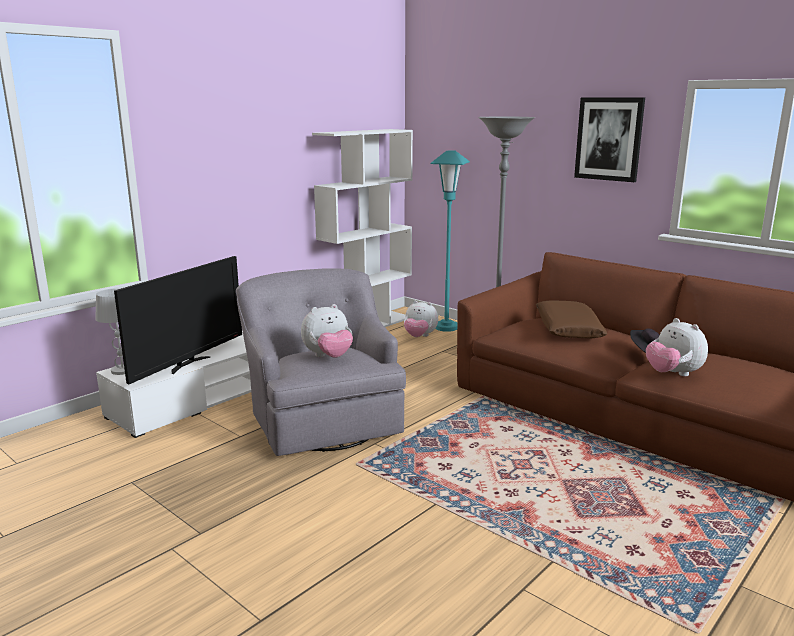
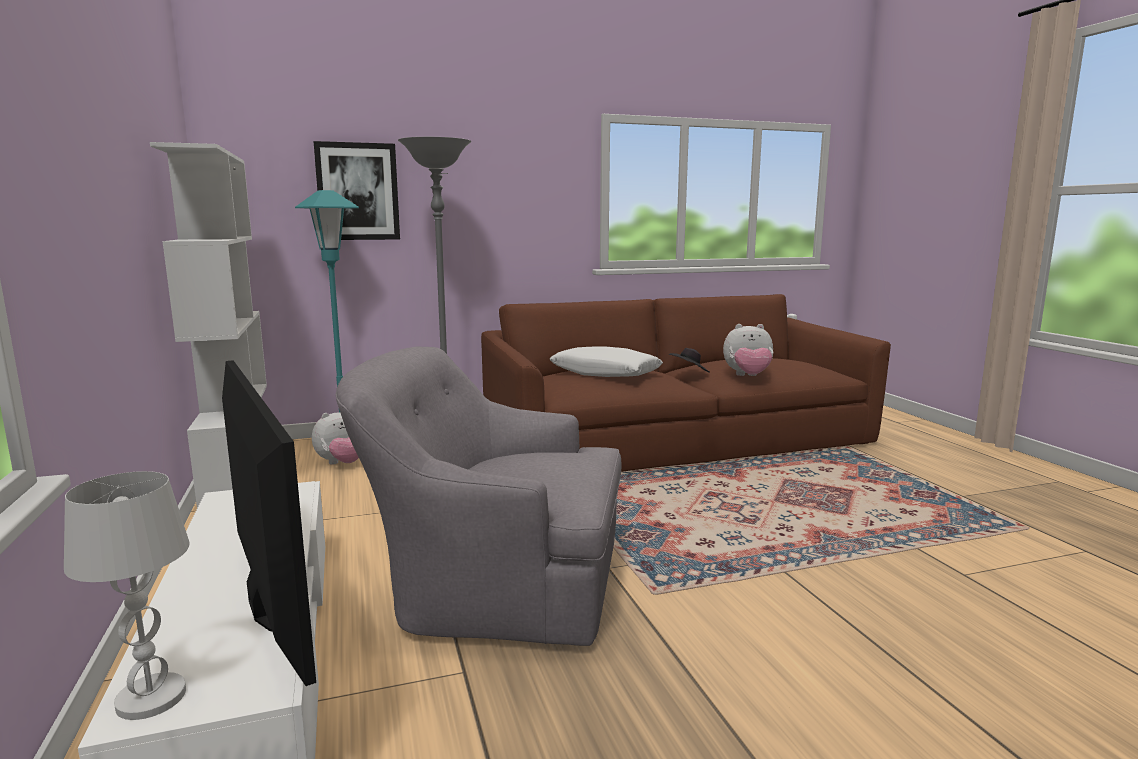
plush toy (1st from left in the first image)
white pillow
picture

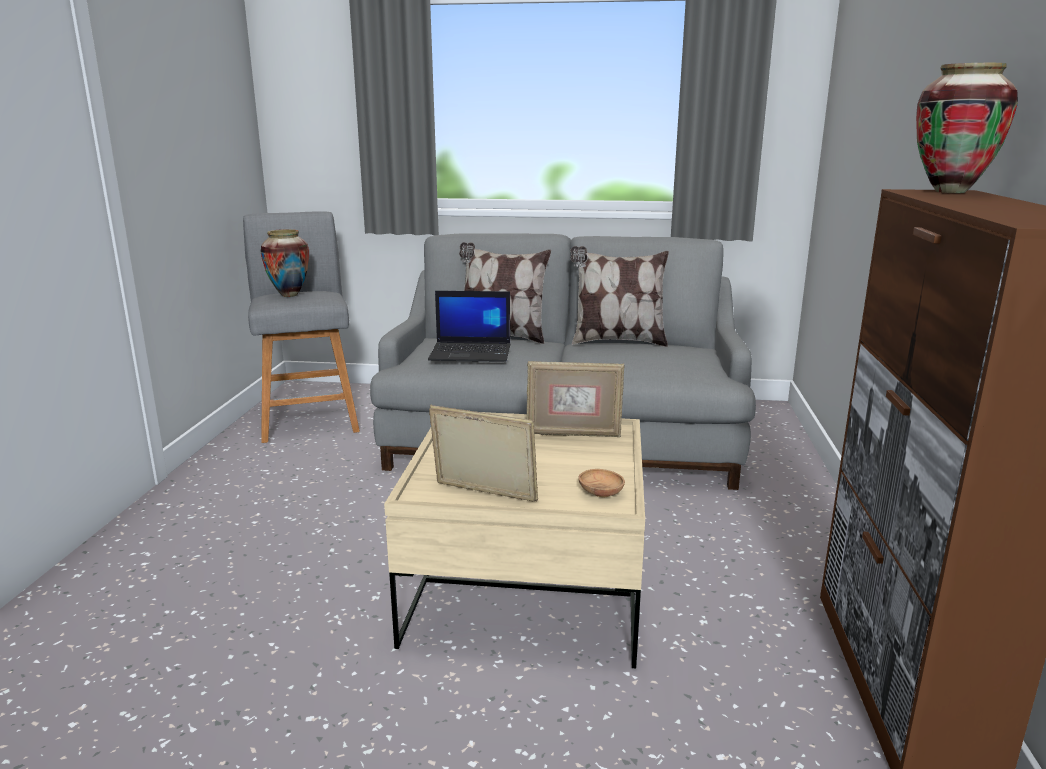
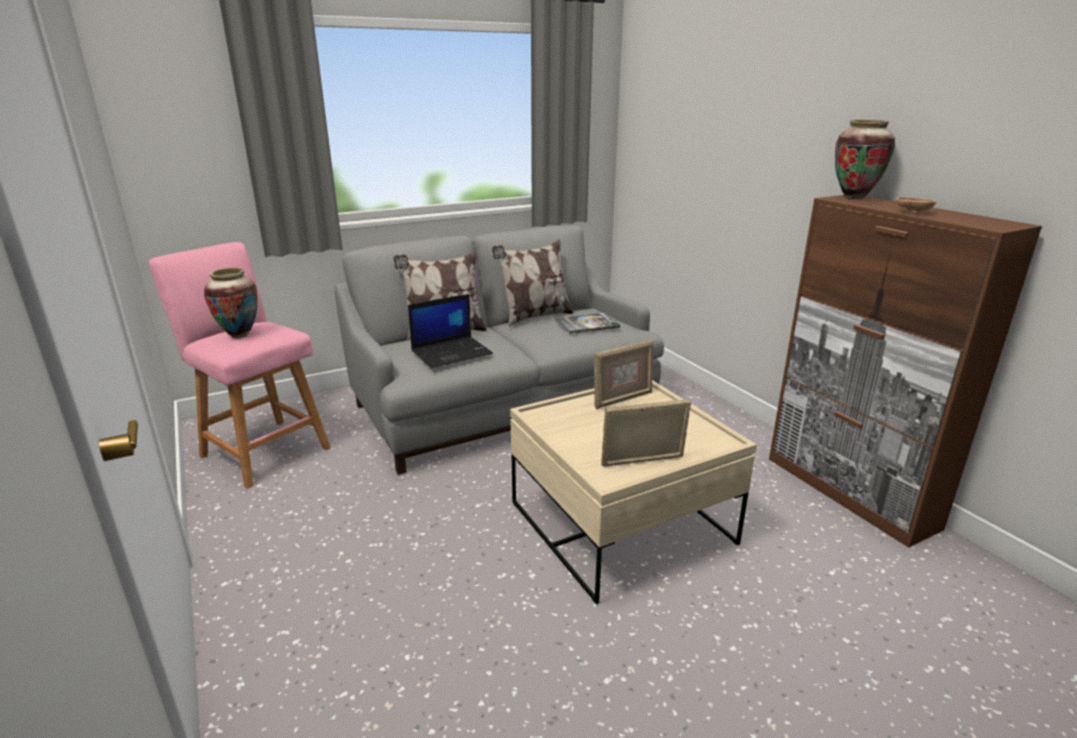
pink stool
brown bowl
book

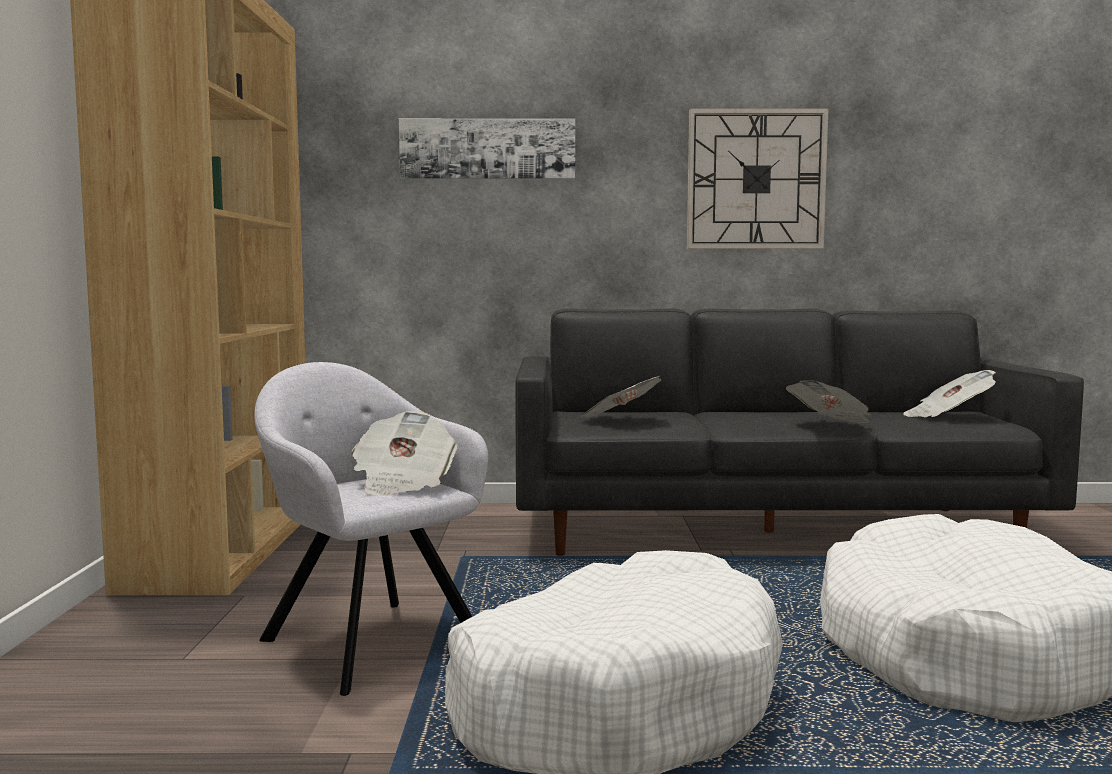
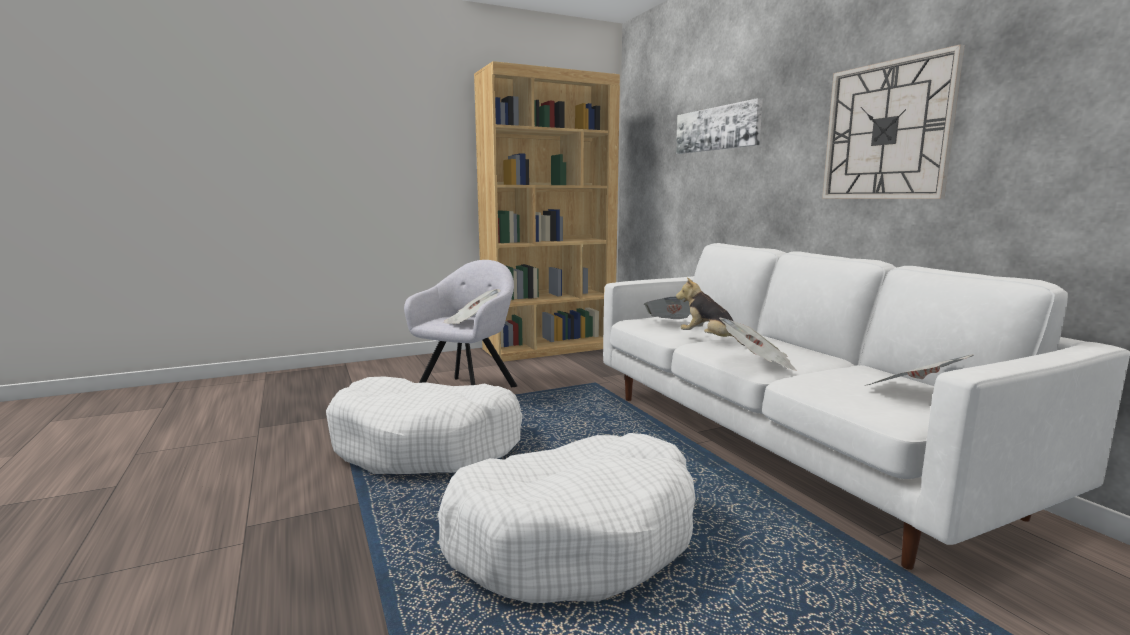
white sofa
plush toy

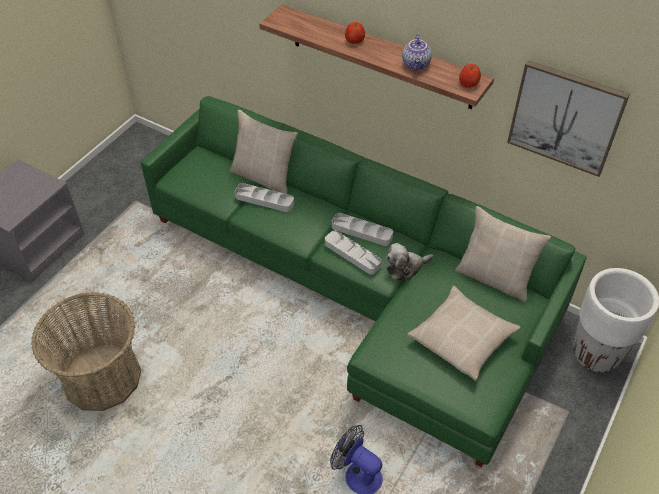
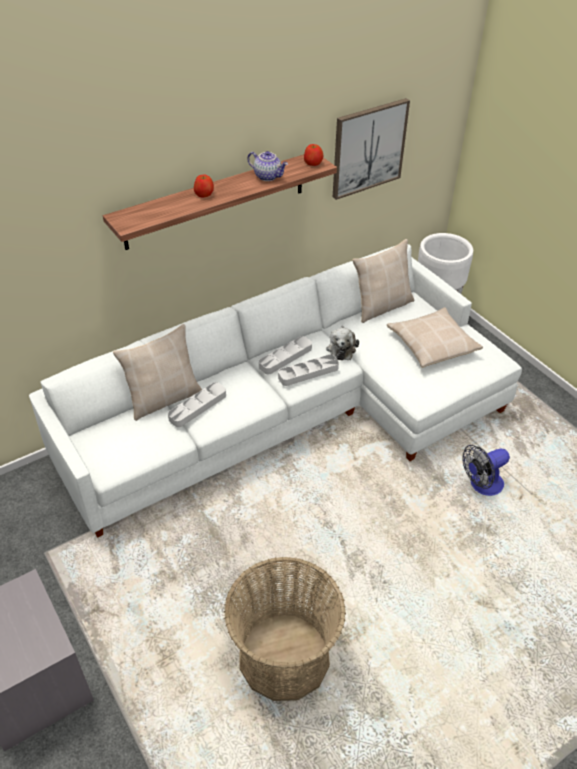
white sofa

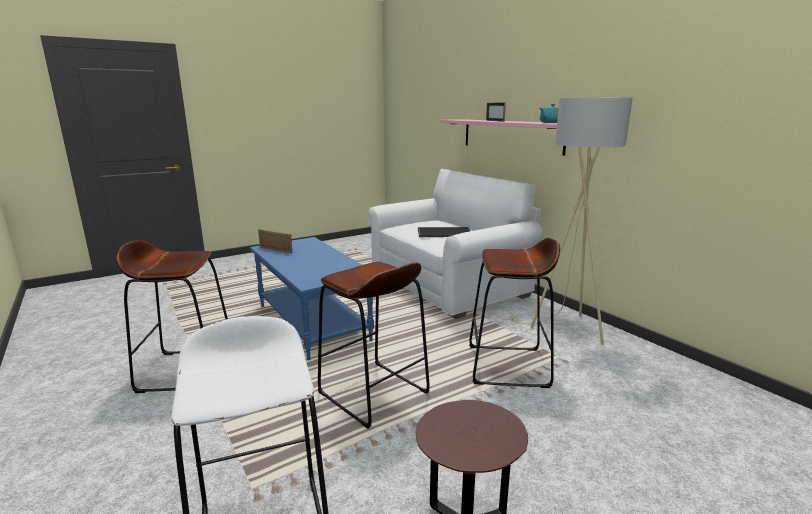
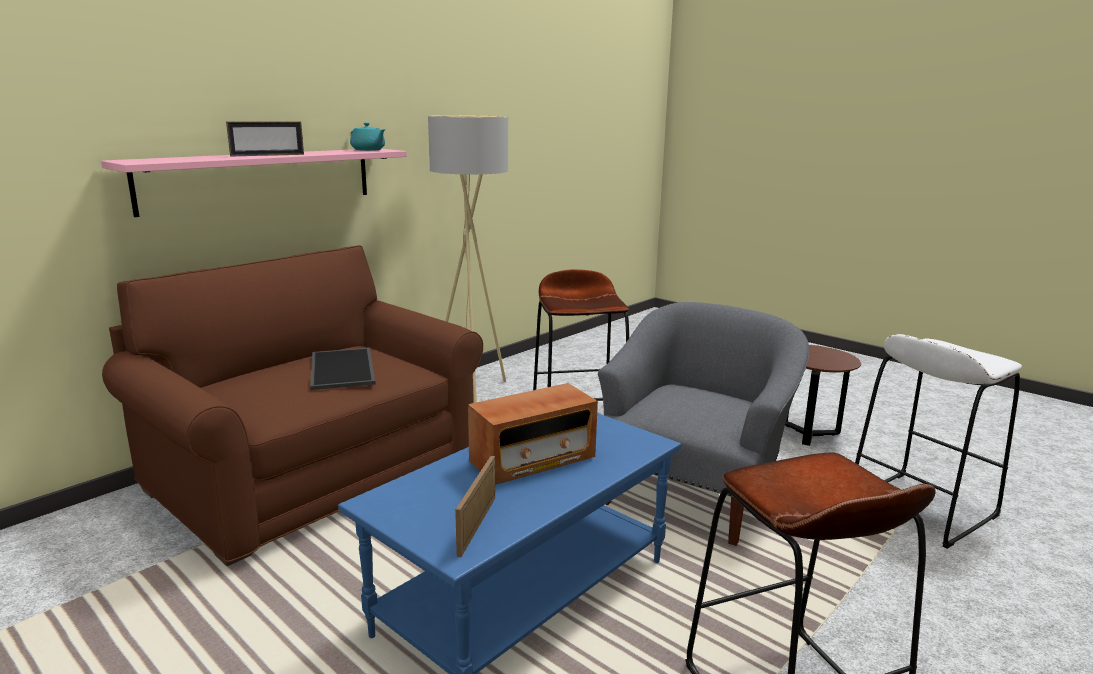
grey armchair
brown sofa
radio

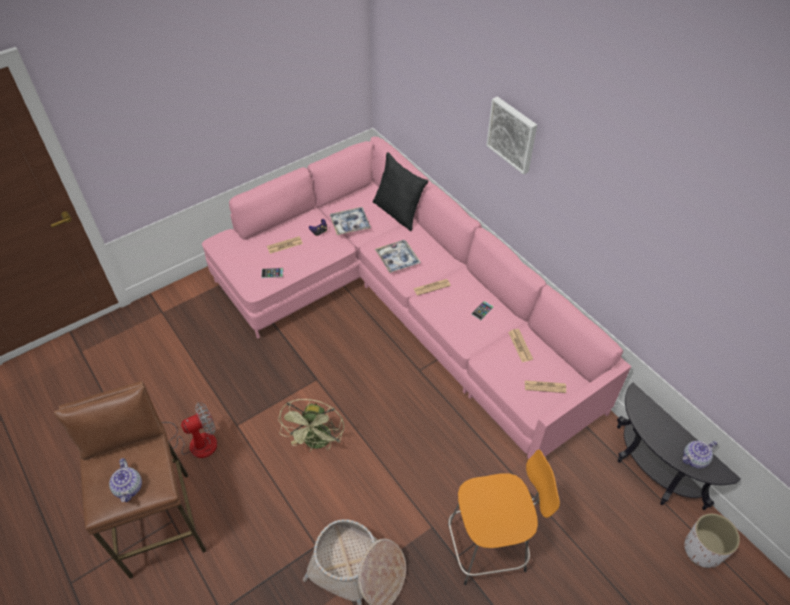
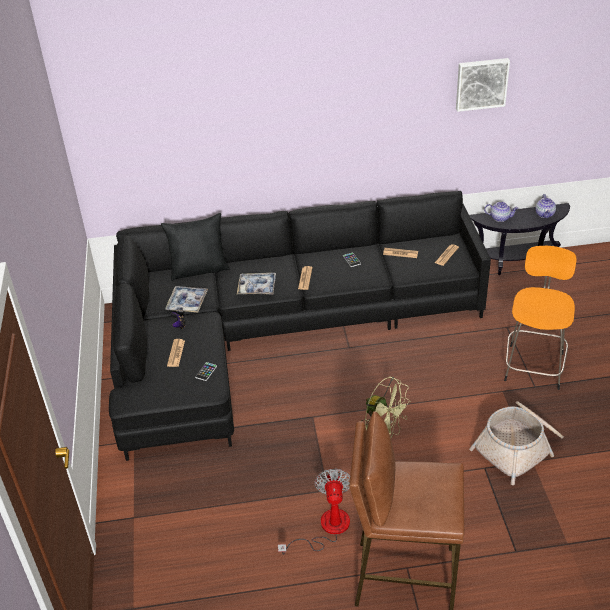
teapot (1st from left)
black sofa
picture
white planter

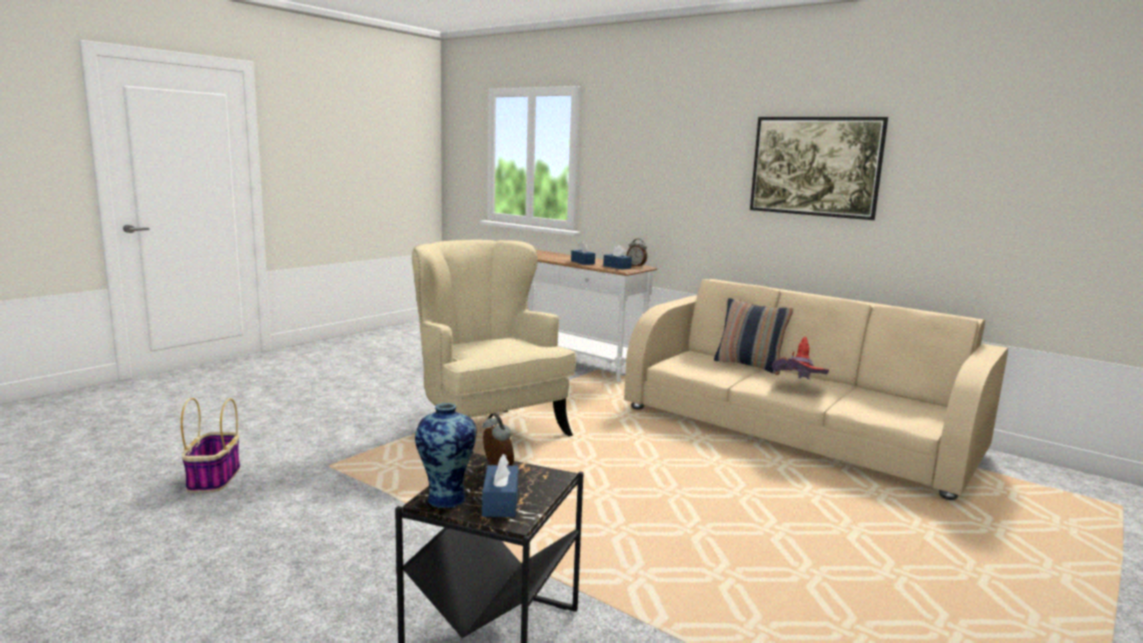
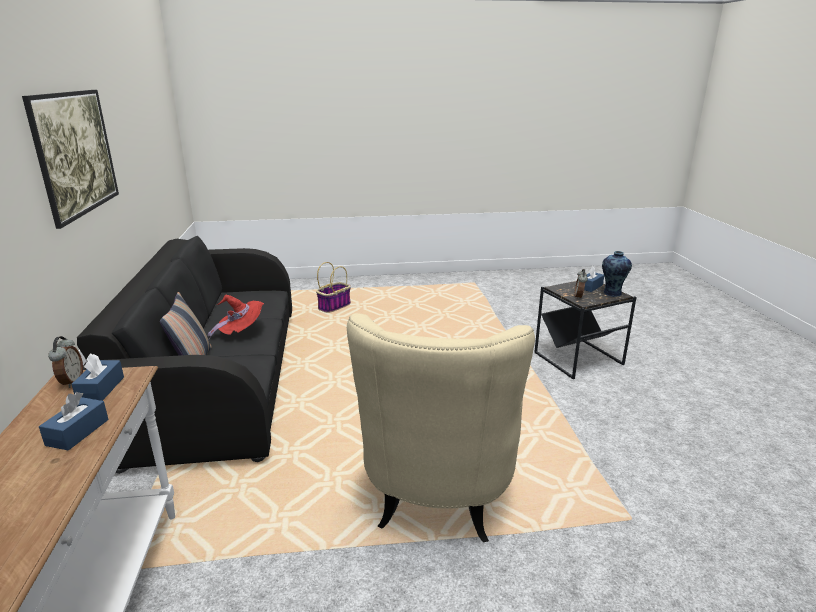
basket
black sofa

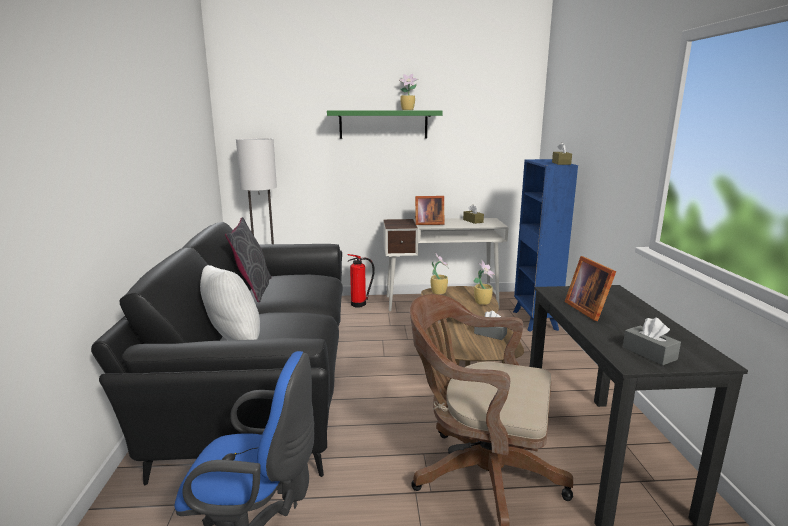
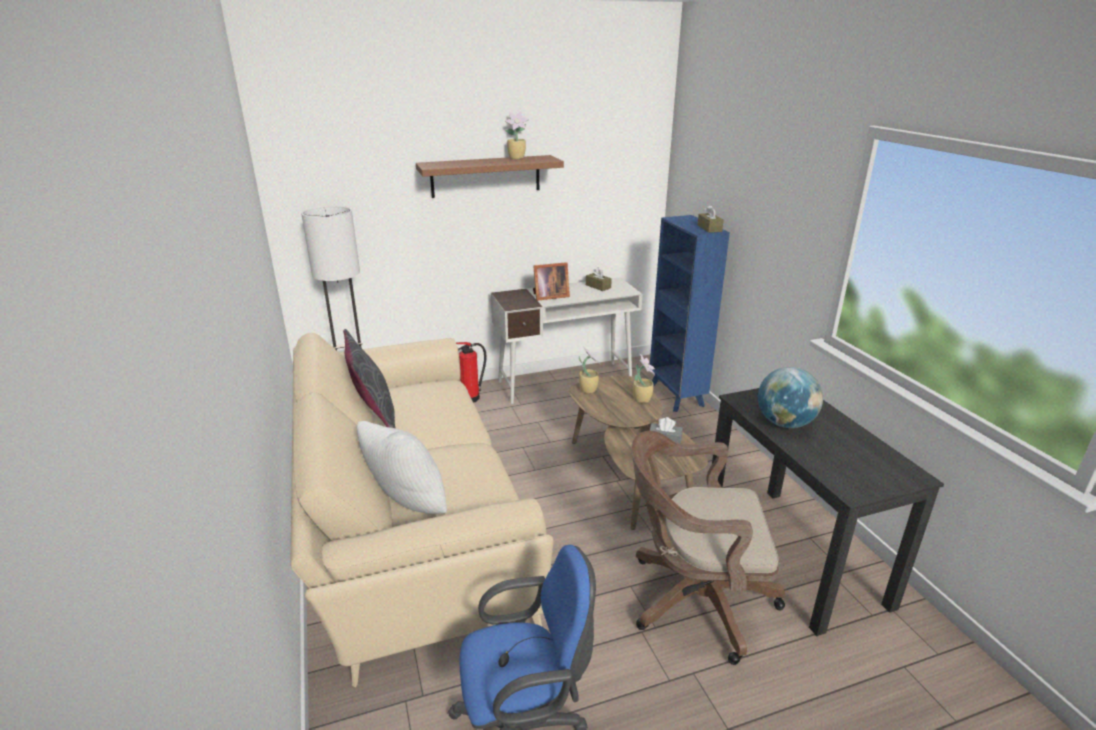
beige sofa
brown shelf
globe
grey tissue box (2nd from left in the first image)

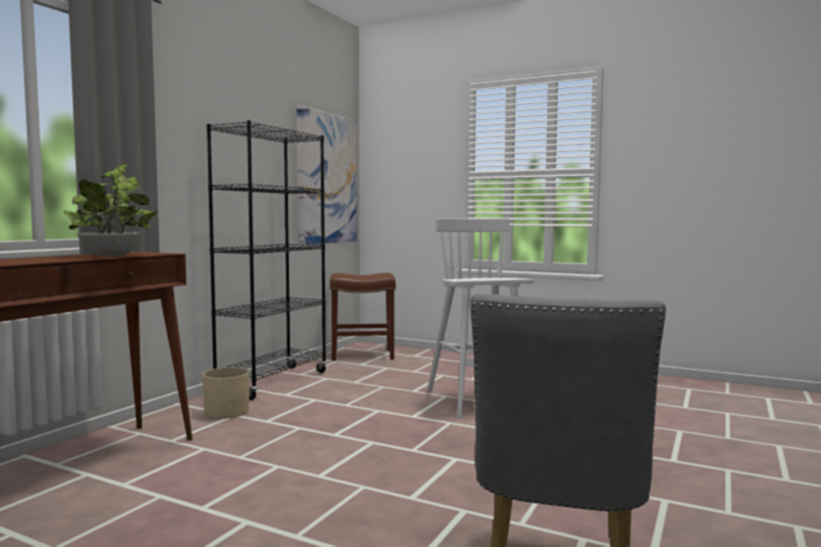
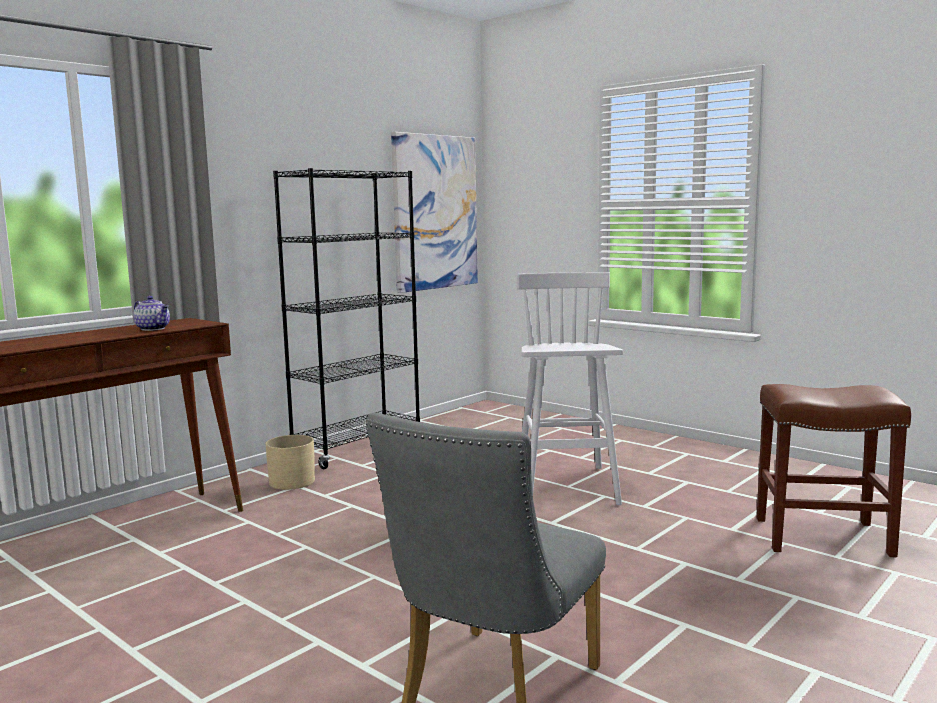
teapot
brown stool

